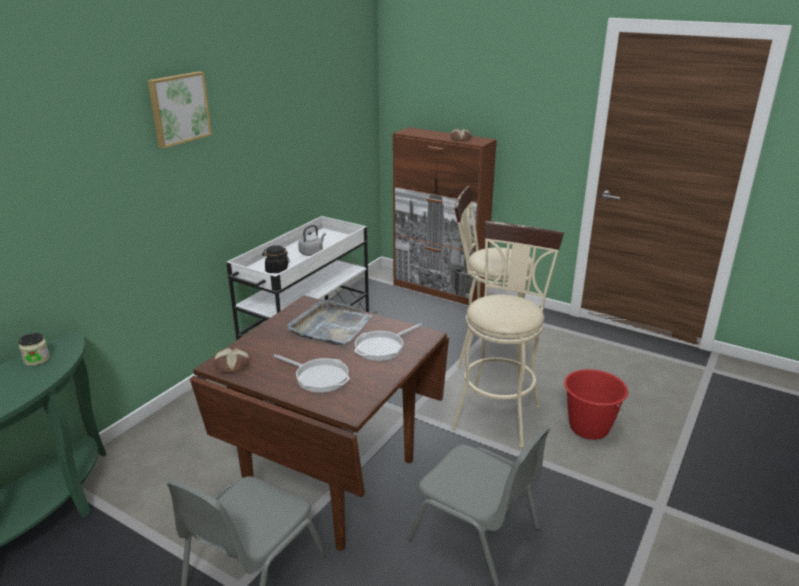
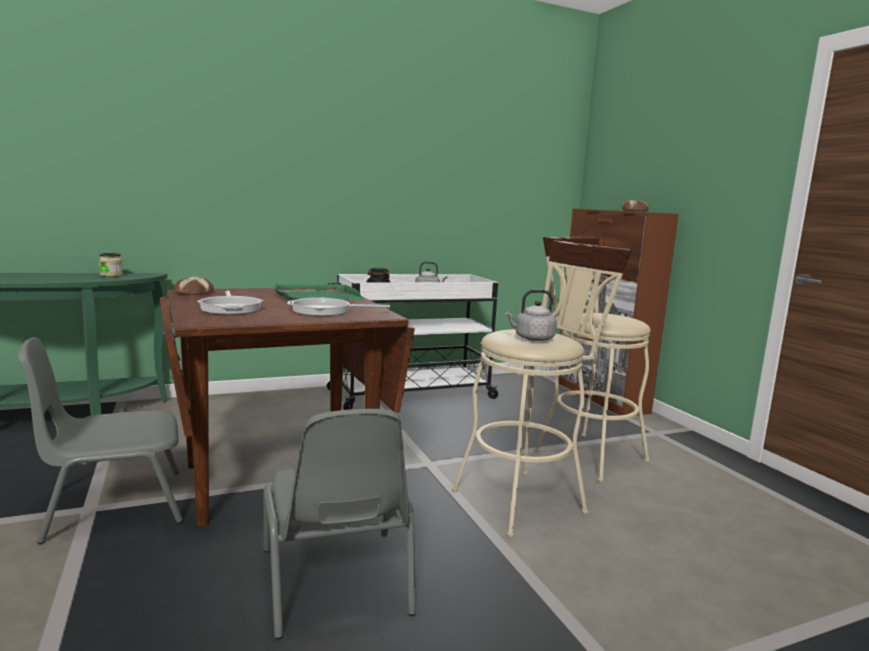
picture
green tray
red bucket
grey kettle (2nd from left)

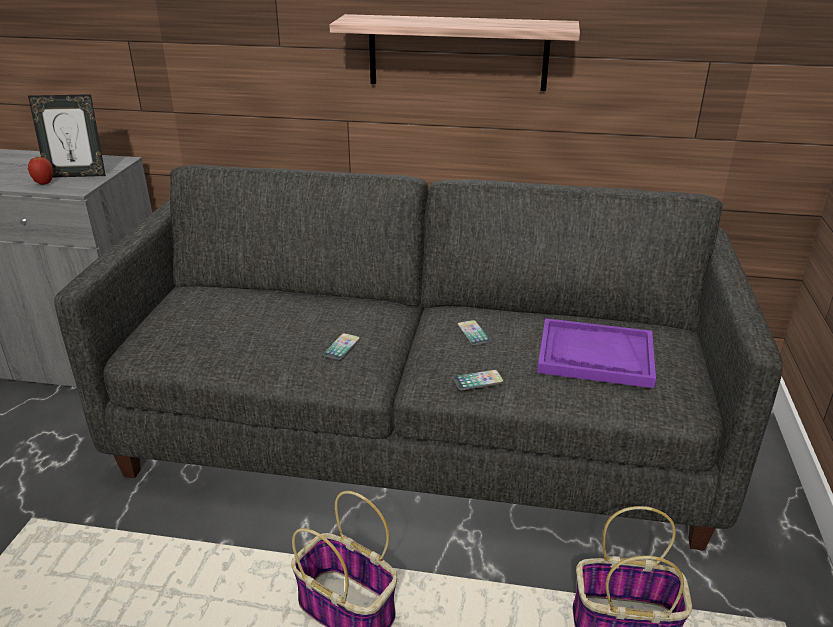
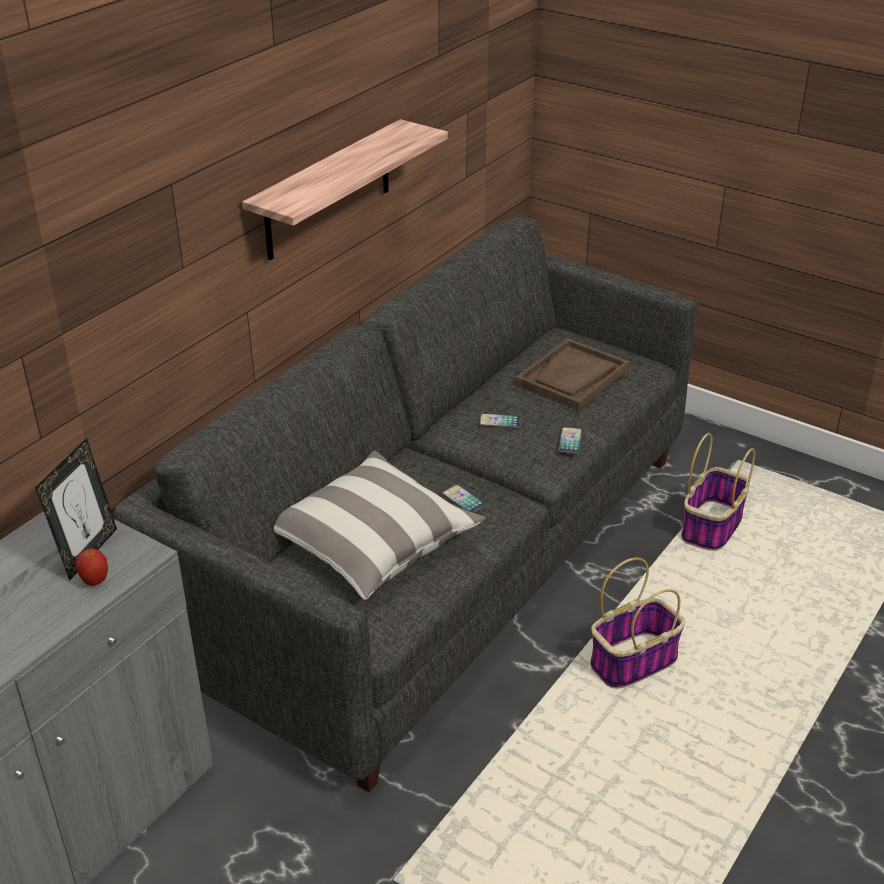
brown tray
pillow

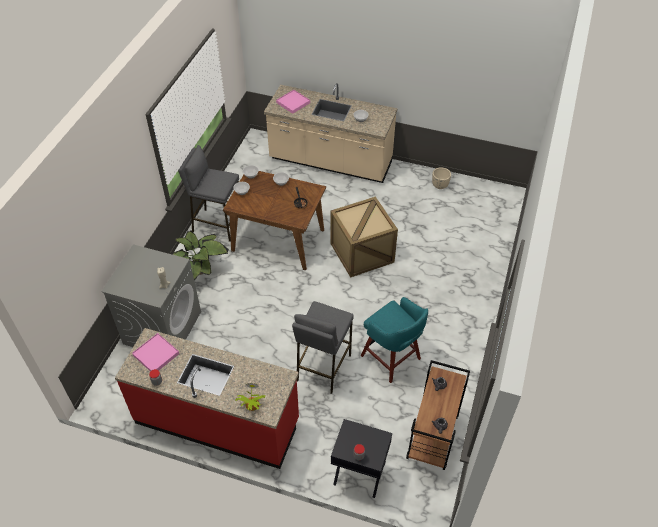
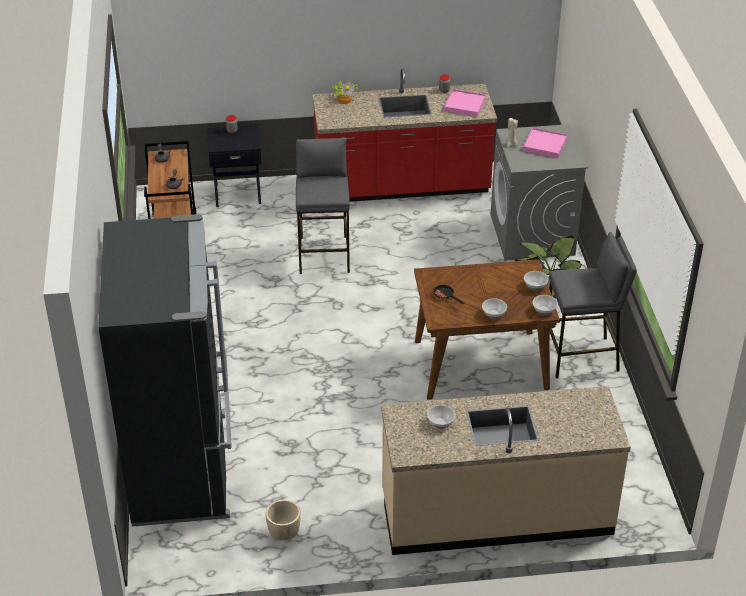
pink tray (2nd from left)
crate
turquoise stool
black fridge

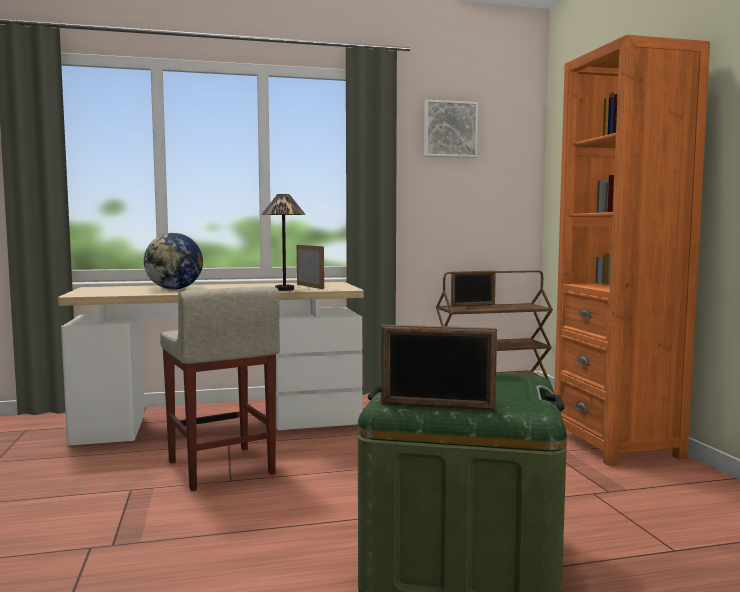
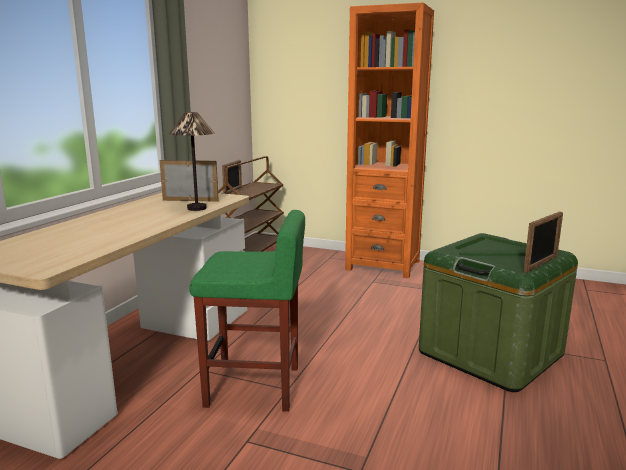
globe
green stool
picture

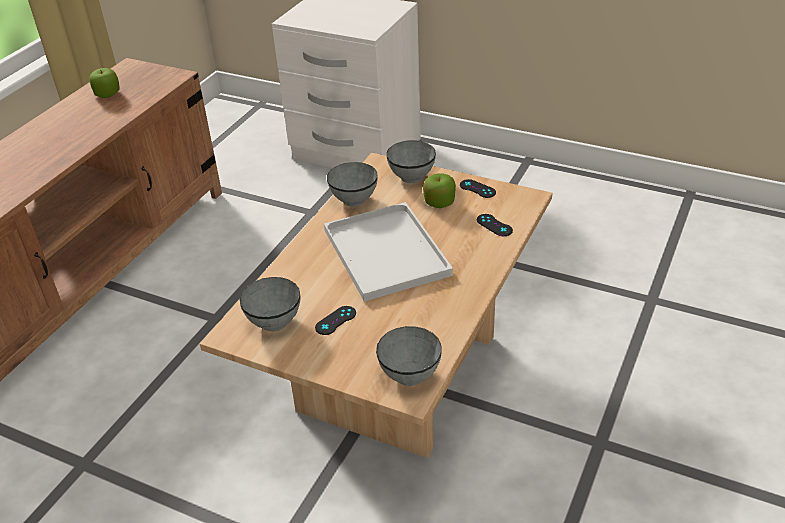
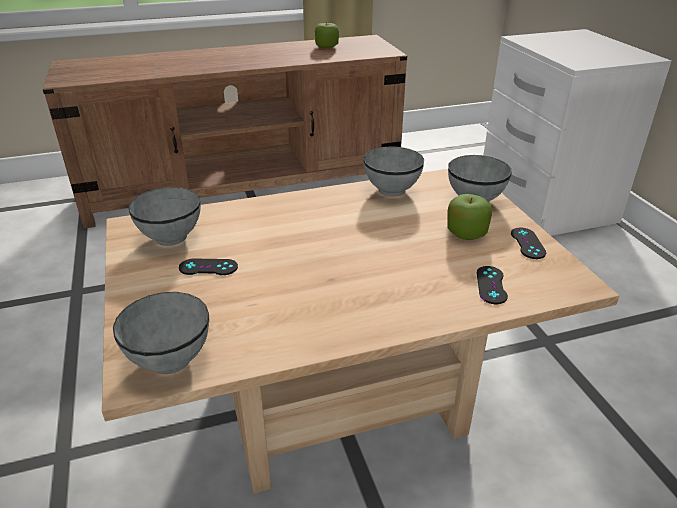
white tray

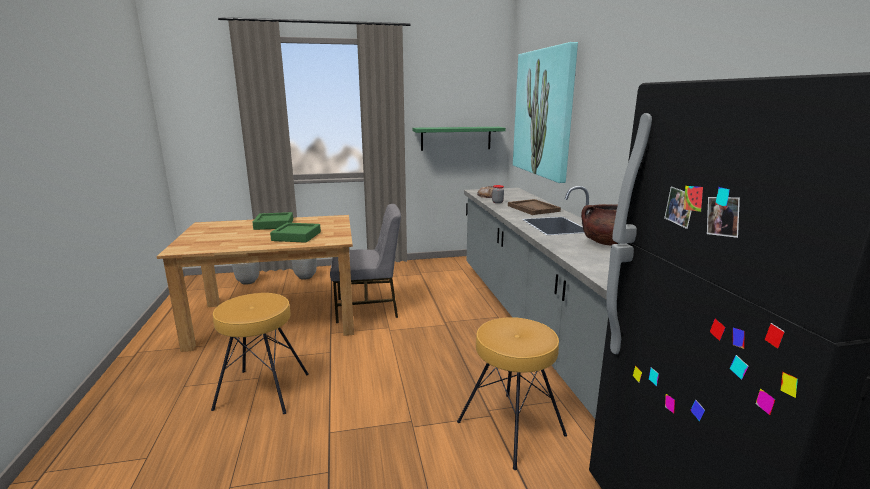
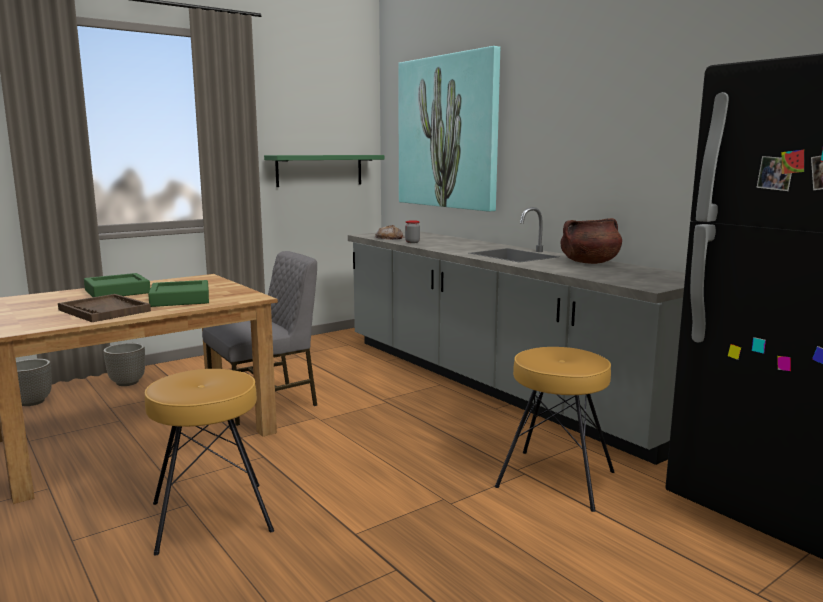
brown tray

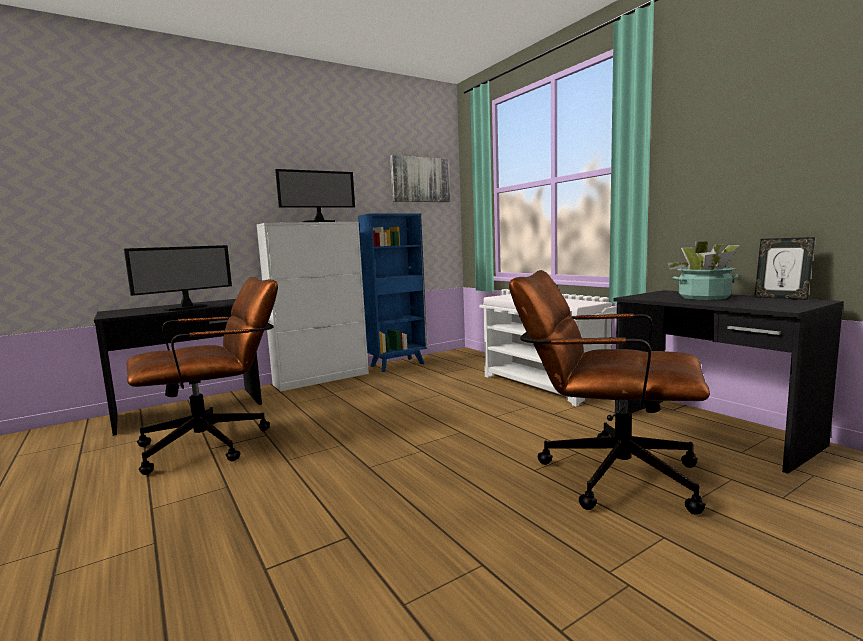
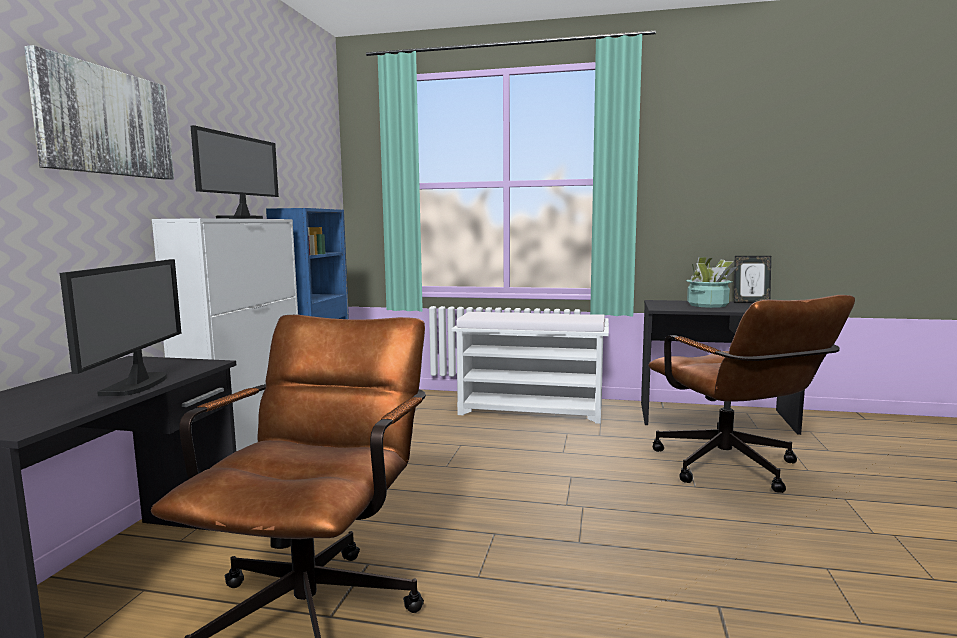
picture
brown office chair (2nd from left)

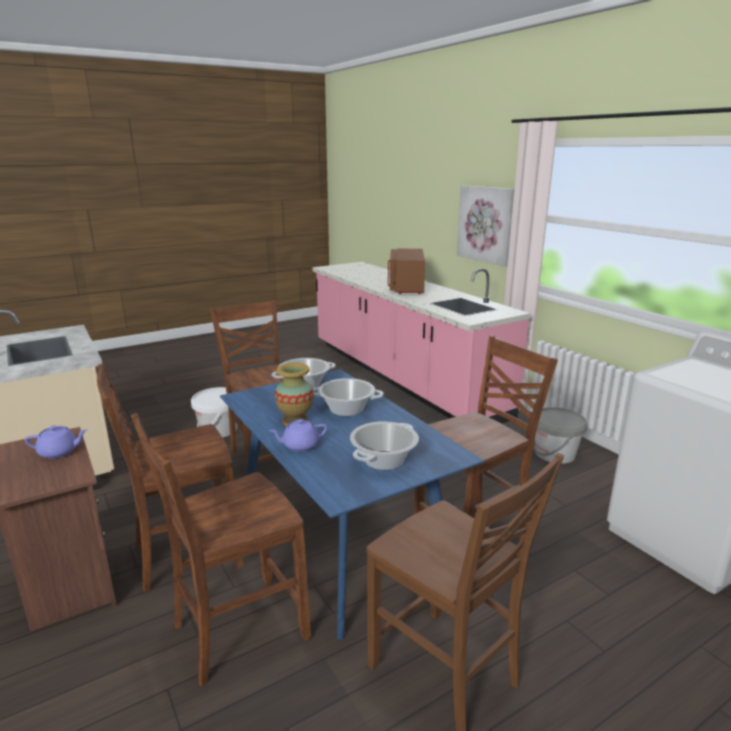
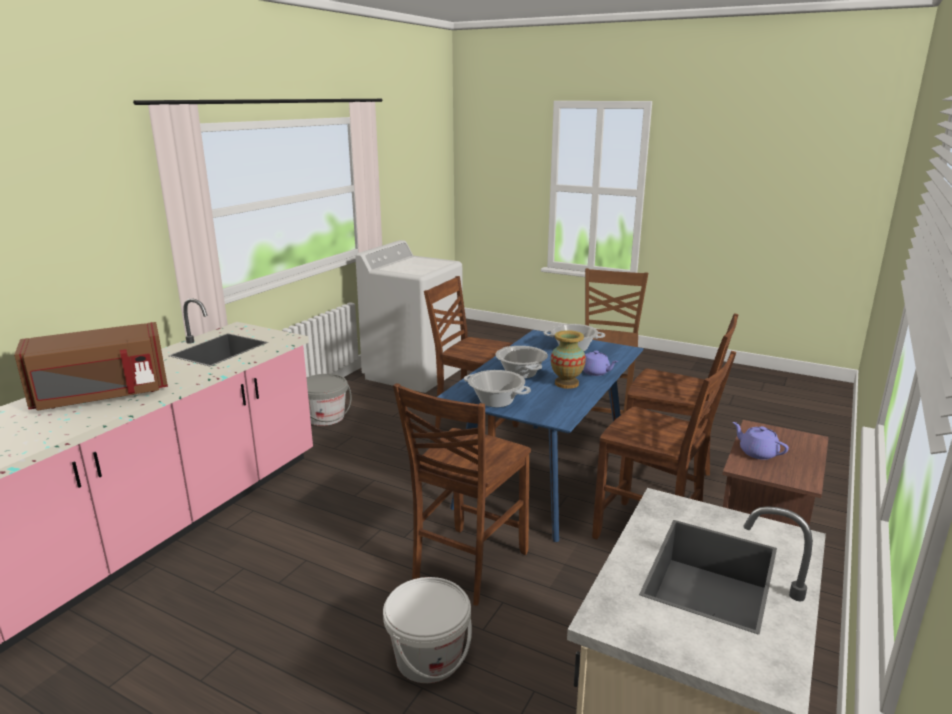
picture

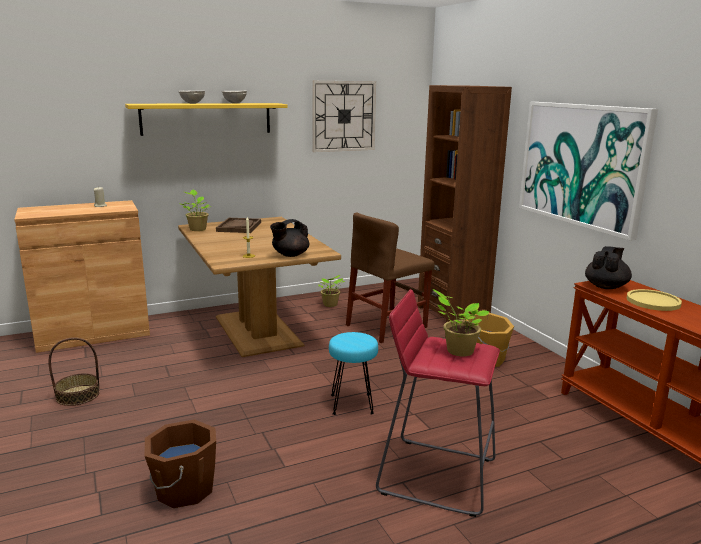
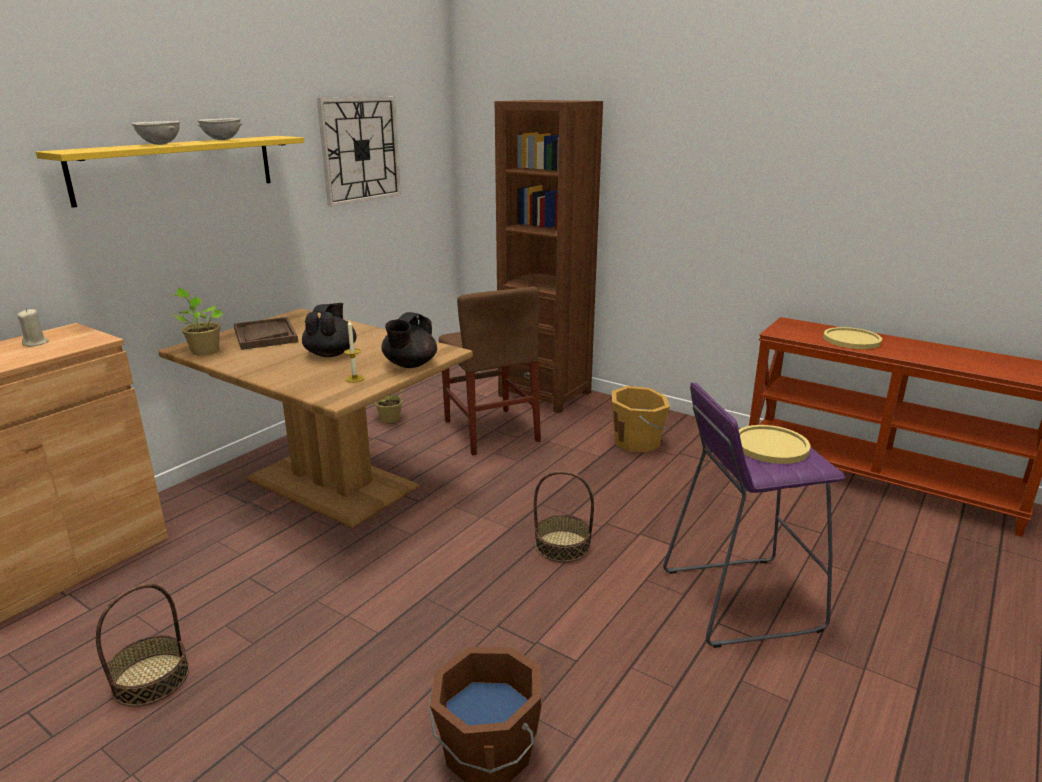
basket (2nd from left)
brown chair
purple stool
yellow plate (1st from left)
picture
black teapot (1st from left)

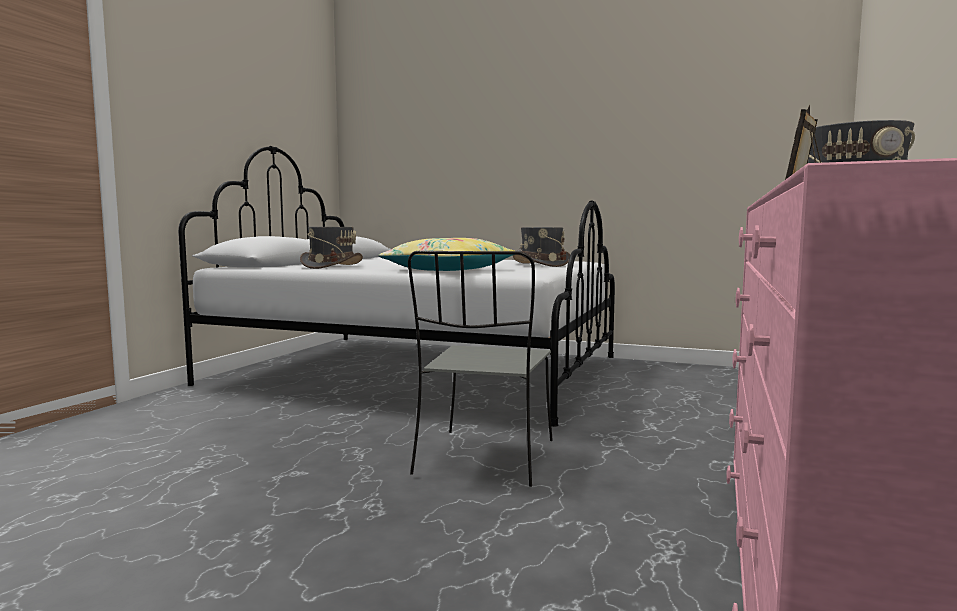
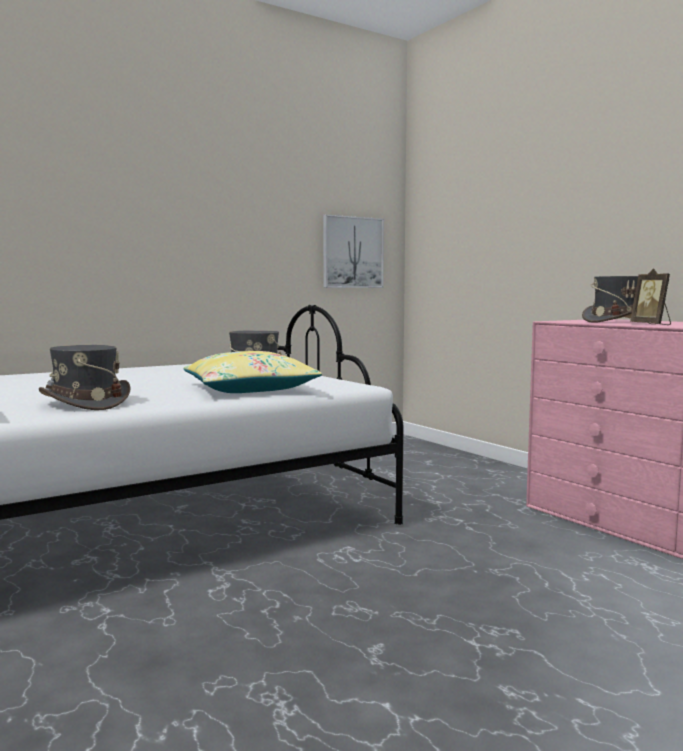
grey chair
picture

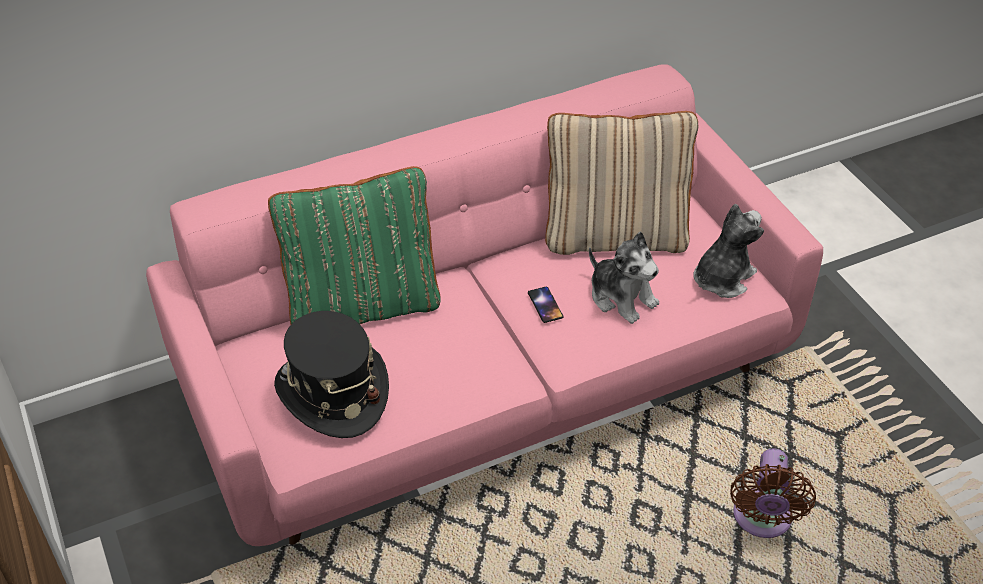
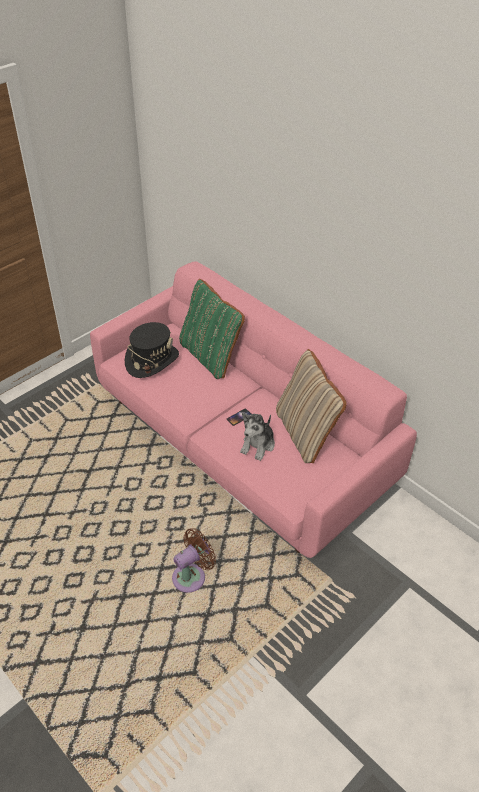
plush toy (2nd from left in the first image)
brown fan

